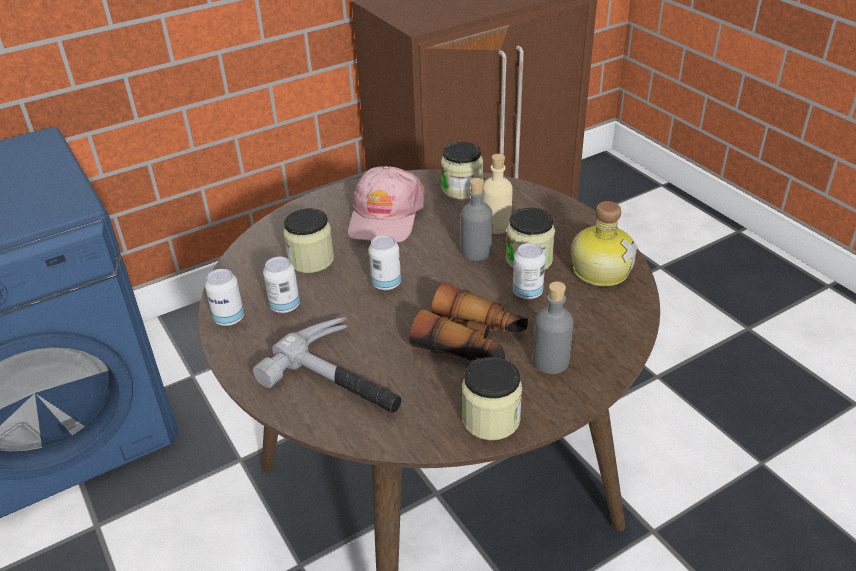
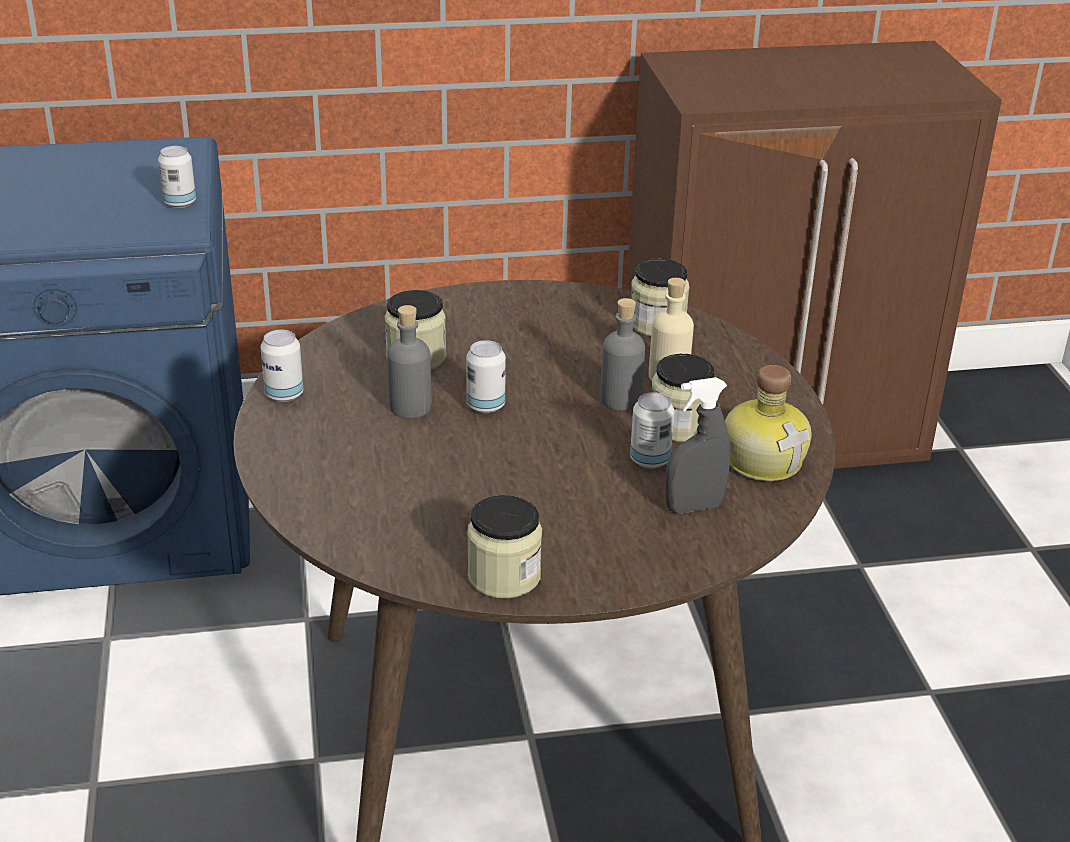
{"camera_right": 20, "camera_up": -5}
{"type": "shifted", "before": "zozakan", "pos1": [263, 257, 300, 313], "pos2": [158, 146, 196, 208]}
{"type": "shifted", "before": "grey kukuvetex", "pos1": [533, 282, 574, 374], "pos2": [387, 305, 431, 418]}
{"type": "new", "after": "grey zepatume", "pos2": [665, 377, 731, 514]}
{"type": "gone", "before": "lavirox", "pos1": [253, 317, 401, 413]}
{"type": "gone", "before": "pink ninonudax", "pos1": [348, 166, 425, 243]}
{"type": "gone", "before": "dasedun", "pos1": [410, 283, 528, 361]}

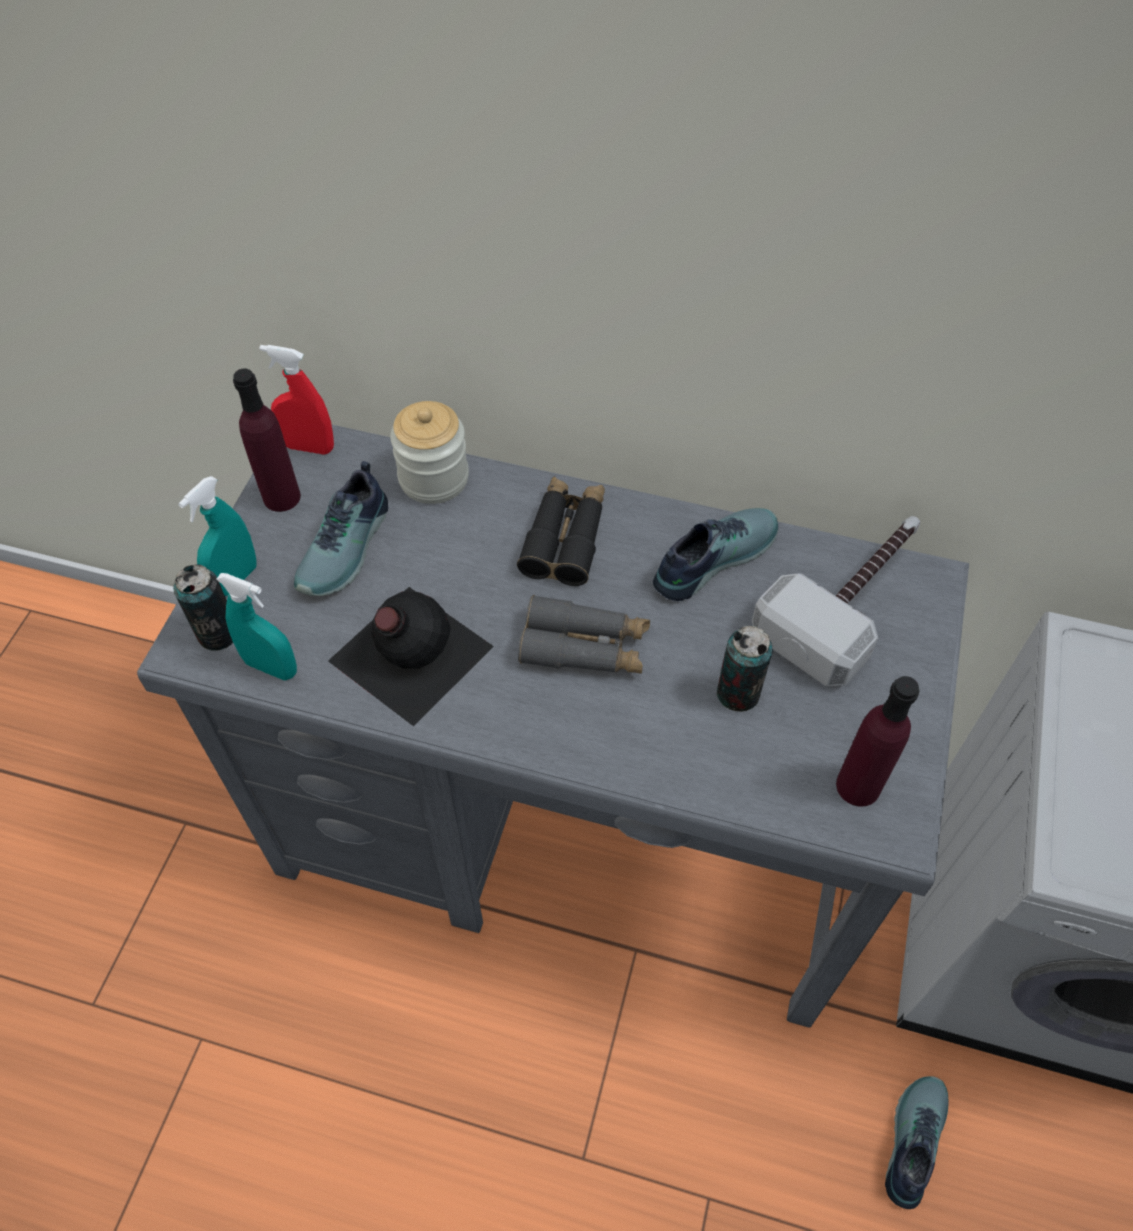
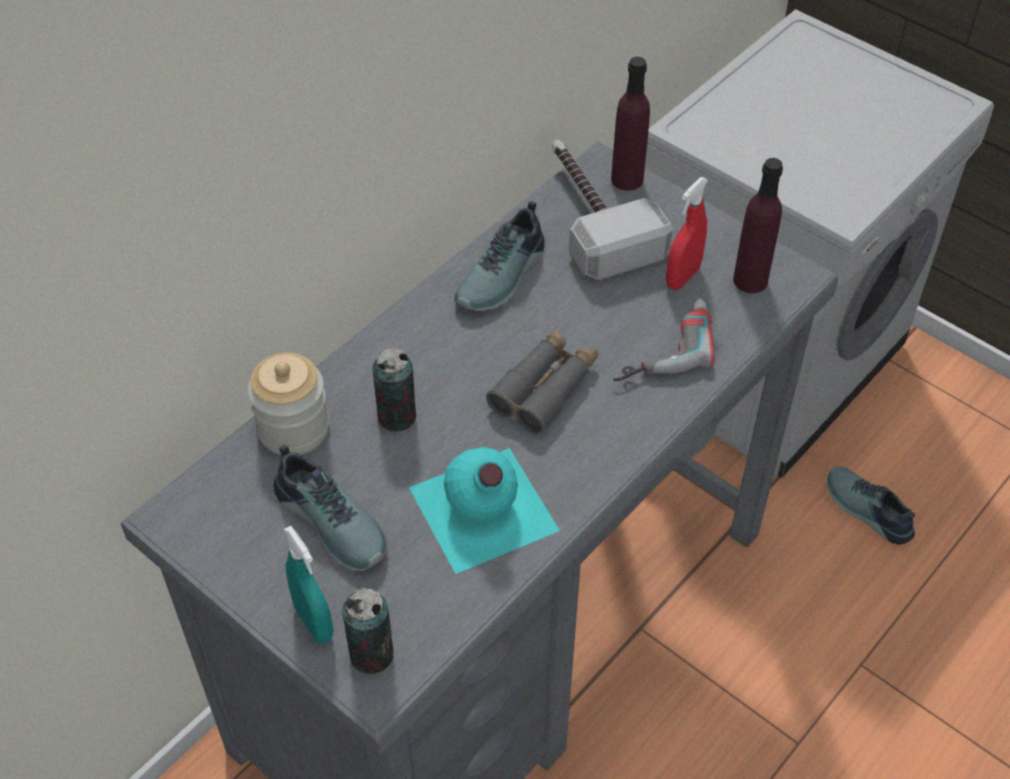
{"camera_right": -65, "camera_up": -5}
{"type": "shifted", "before": "zozakan", "pos1": [717, 626, 772, 712], "pos2": [372, 348, 416, 432]}
{"type": "repainted", "before": "black kukuvetex", "after": "turquoise kukuvetex", "pos1": [328, 587, 494, 726], "pos2": [409, 447, 560, 574]}
{"type": "rotated", "before": "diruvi", "pos1": [653, 508, 778, 601], "pos2": [454, 201, 545, 311], "turn": -135}
{"type": "shifted", "before": "purple kukuvetex", "pos1": [233, 369, 301, 512], "pos2": [611, 57, 650, 191]}
{"type": "new", "after": "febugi", "pos2": [613, 298, 714, 381]}
{"type": "shifted", "before": "red zepatume", "pos1": [260, 345, 334, 455], "pos2": [666, 177, 708, 290]}
{"type": "gone", "before": "turquoise zepatume", "pos1": [216, 573, 297, 680]}
{"type": "gone", "before": "black dasedun", "pos1": [517, 477, 605, 586]}

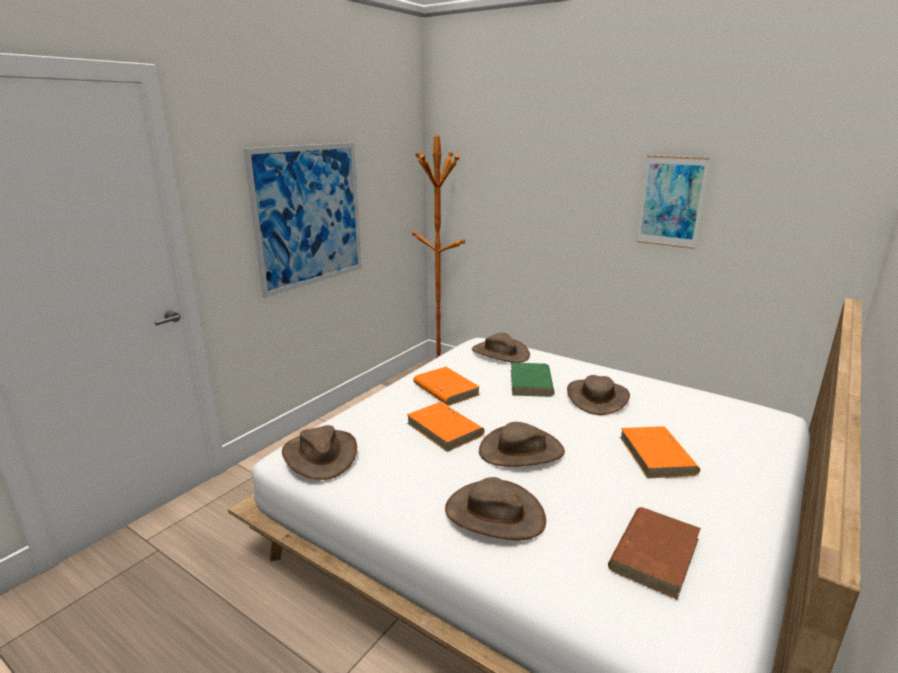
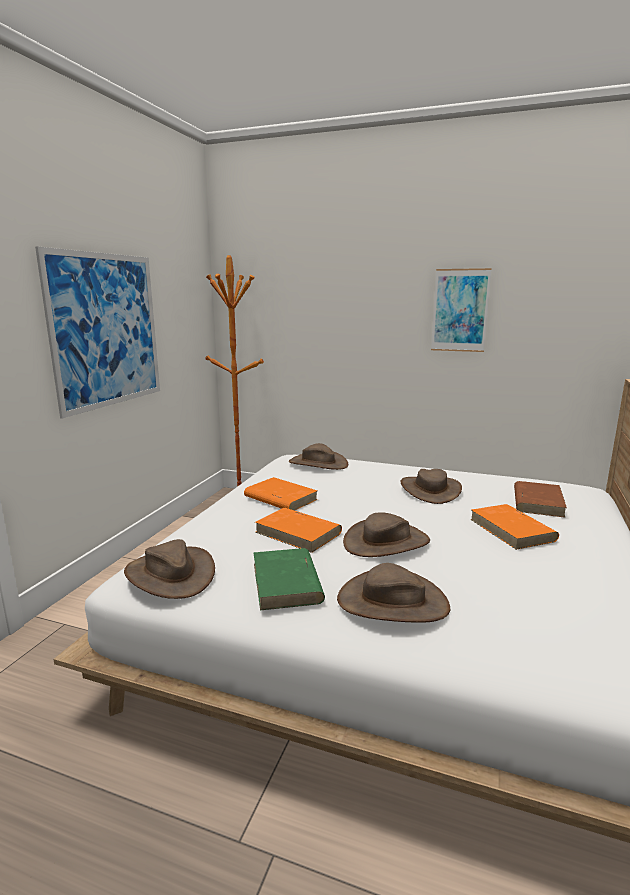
{"camera_right": -15, "camera_up": -5}
{"type": "shifted", "before": "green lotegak", "pos1": [511, 362, 554, 397], "pos2": [253, 548, 325, 611]}
{"type": "shifted", "before": "brown lotegak", "pos1": [608, 507, 701, 599], "pos2": [514, 481, 567, 518]}

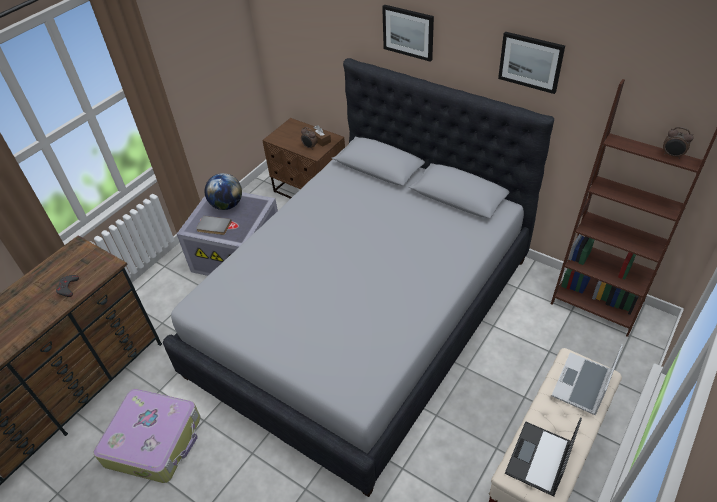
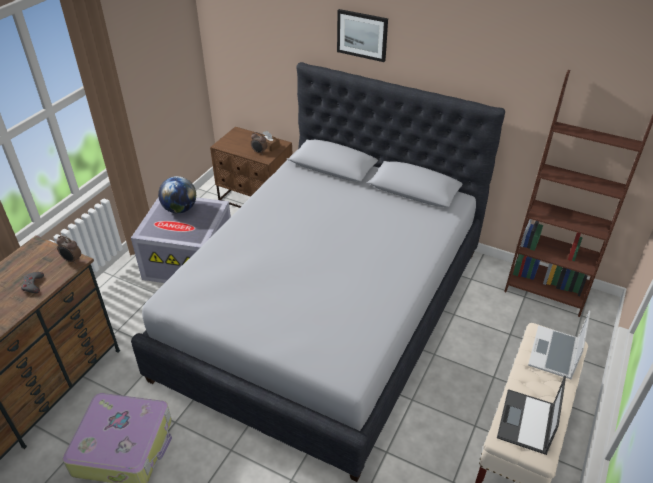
{"camera_right": -10, "camera_up": -5}
{"type": "shifted", "before": "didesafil", "pos1": [663, 127, 693, 159], "pos2": [56, 235, 81, 264]}
{"type": "gone", "before": "grey lotegak", "pos1": [196, 216, 232, 235]}
{"type": "gone", "before": "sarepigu", "pos1": [498, 32, 565, 94]}

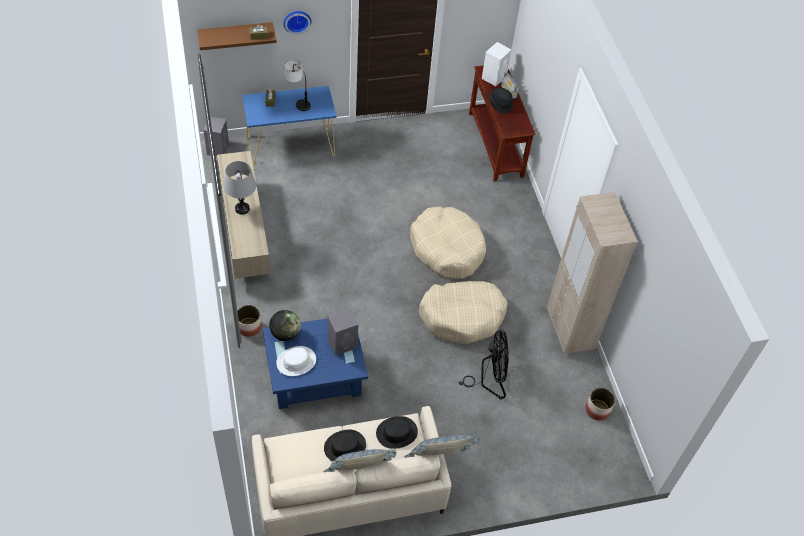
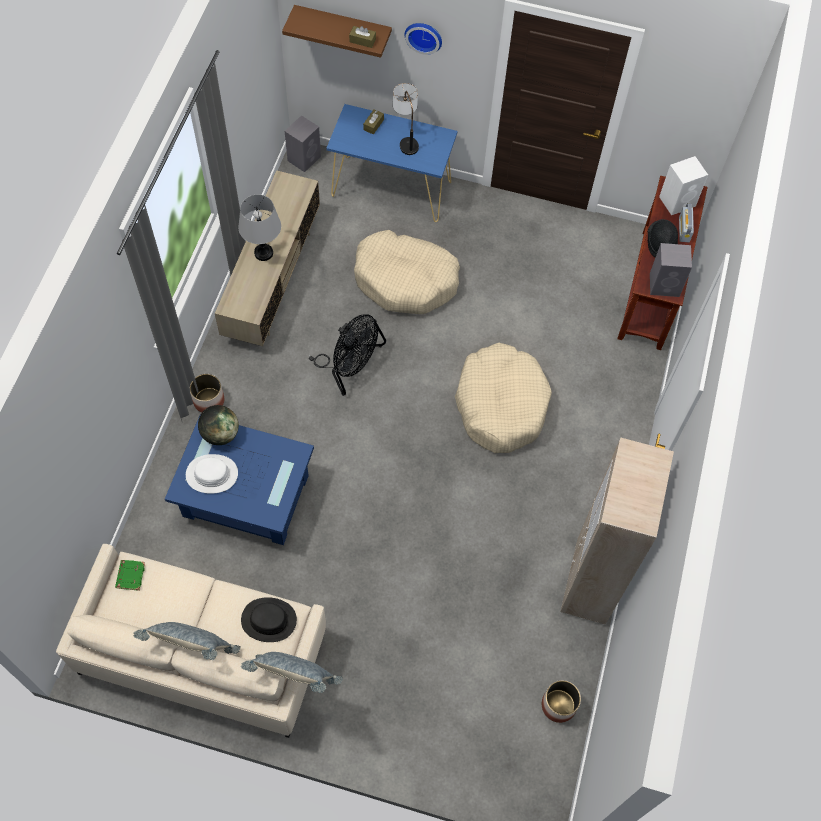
{"camera_right": 30, "camera_up": 10}
{"type": "new", "after": "green lotegak", "pos2": [115, 560, 145, 591]}
{"type": "shifted", "before": "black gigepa", "pos1": [459, 329, 509, 399], "pos2": [309, 315, 386, 396]}
{"type": "shifted", "before": "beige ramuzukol", "pos1": [419, 281, 508, 344], "pos2": [354, 230, 460, 314]}
{"type": "shifted", "before": "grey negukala", "pos1": [328, 308, 358, 355], "pos2": [650, 243, 692, 297]}
{"type": "gone", "before": "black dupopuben", "pos1": [324, 430, 366, 461]}

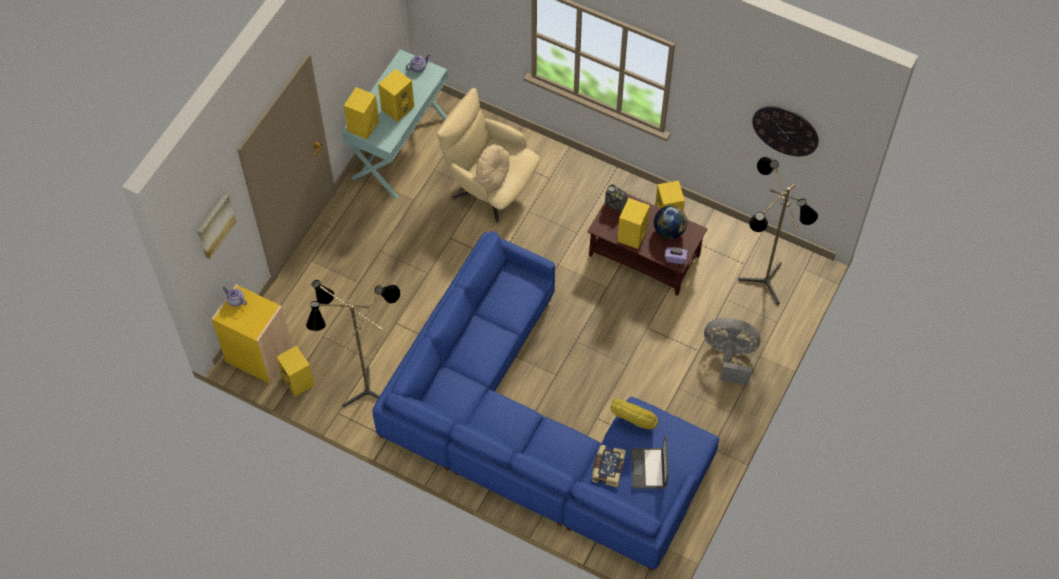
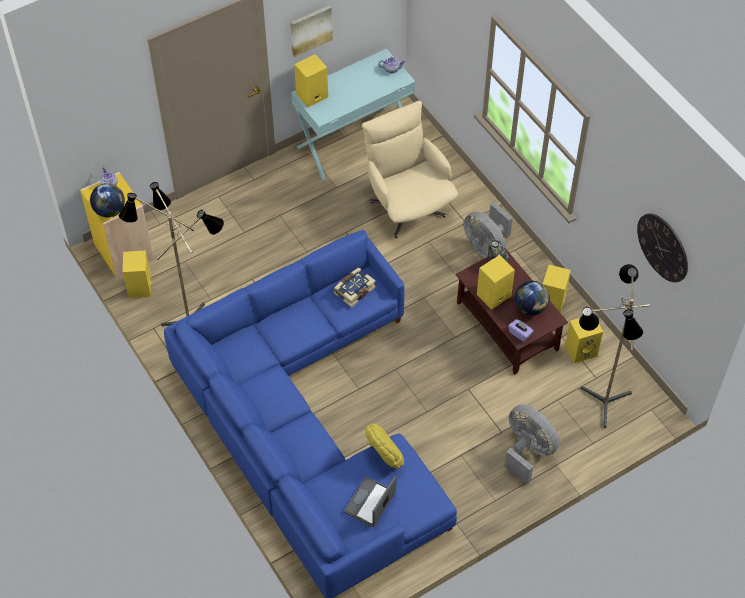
{"camera_right": 30, "camera_up": -5}
{"type": "new", "after": "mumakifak", "pos2": [90, 183, 125, 218]}
{"type": "shifted", "before": "sarepigu", "pos1": [197, 194, 236, 259], "pos2": [290, 5, 333, 57]}
{"type": "shifted", "before": "lotegak", "pos1": [592, 445, 626, 488], "pos2": [334, 267, 376, 308]}
{"type": "new", "after": "grey gigepa", "pos2": [464, 202, 513, 258]}
{"type": "shifted", "before": "yellow negukala", "pos1": [378, 69, 414, 122], "pos2": [565, 318, 603, 364]}
{"type": "gone", "before": "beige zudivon", "pos1": [476, 144, 510, 192]}

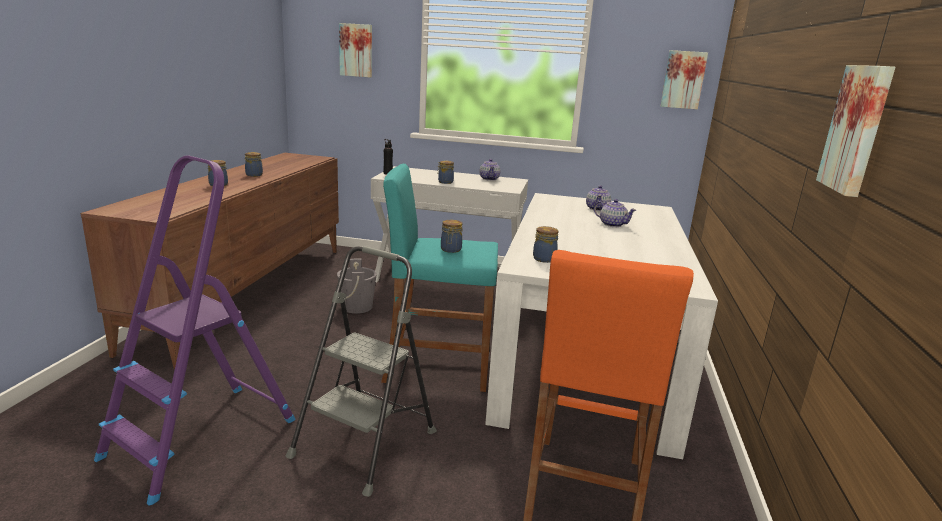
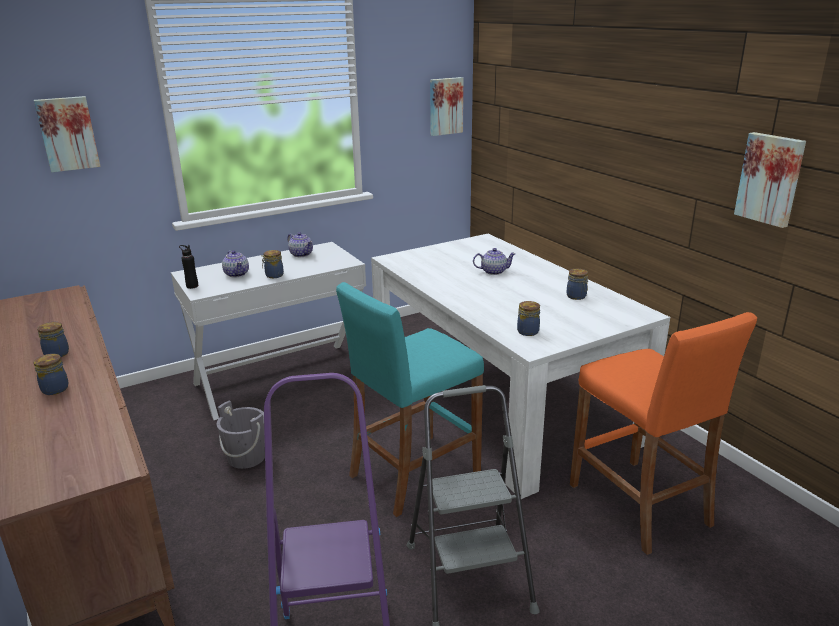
{"camera_right": -40, "camera_up": 5}
{"type": "shifted", "before": "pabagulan", "pos1": [586, 185, 611, 211], "pos2": [222, 250, 249, 278]}
{"type": "shifted", "before": "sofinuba", "pos1": [441, 220, 462, 253], "pos2": [567, 269, 588, 300]}

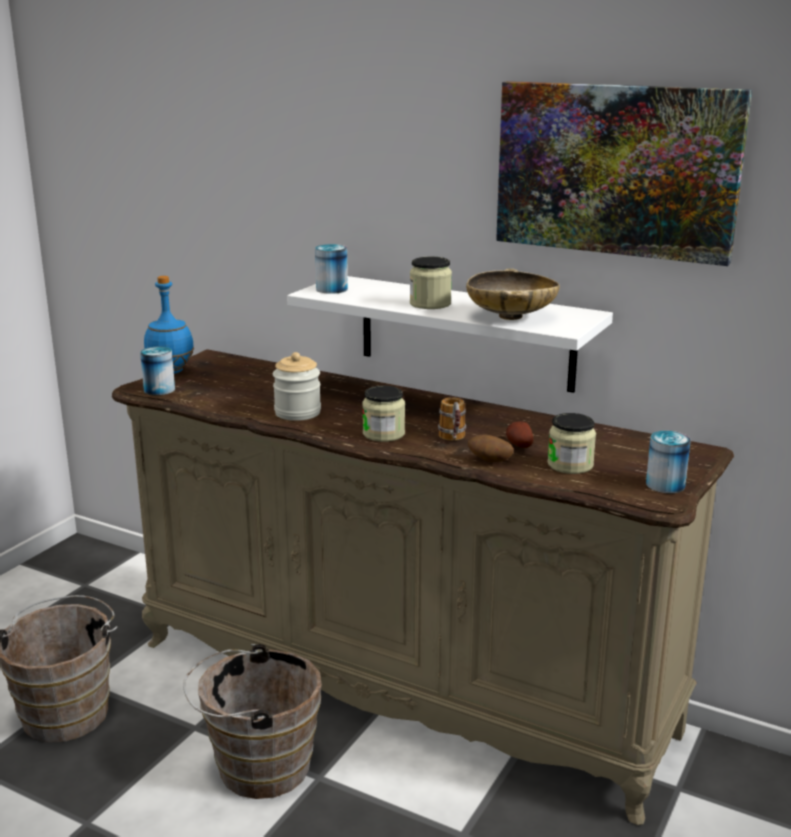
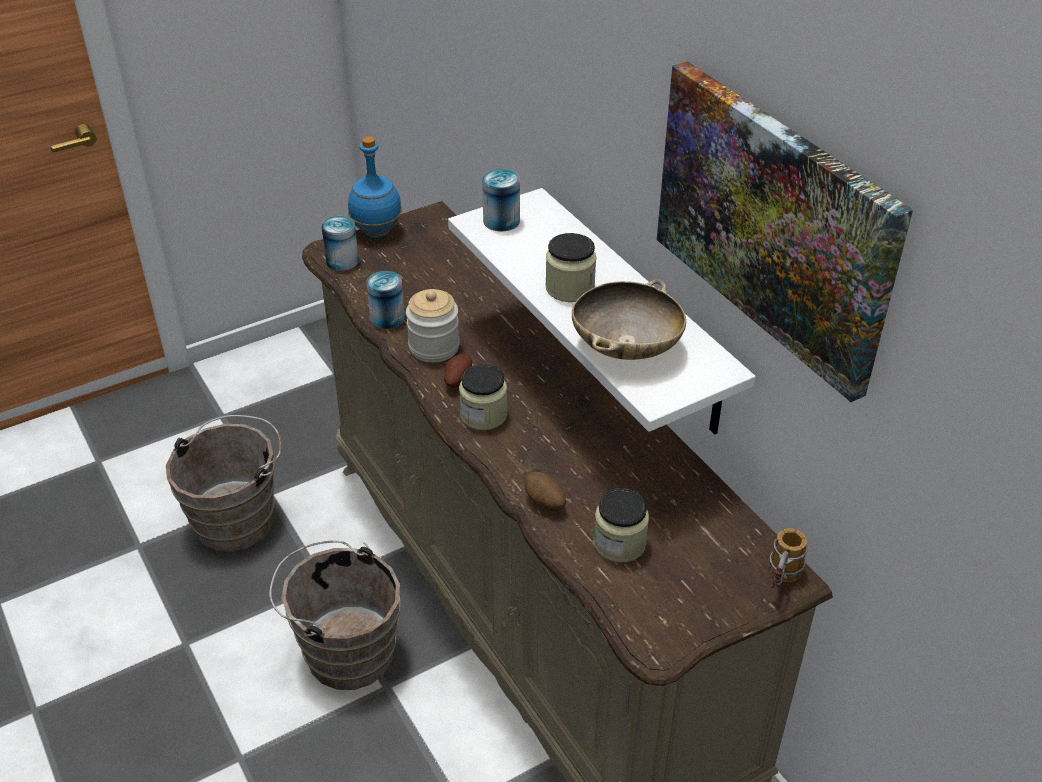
{"camera_right": 30, "camera_up": 20}
{"type": "shifted", "before": "zozakan", "pos1": [646, 431, 691, 493], "pos2": [366, 271, 405, 329]}
{"type": "shifted", "before": "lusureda", "pos1": [506, 421, 533, 448], "pos2": [444, 354, 472, 387]}
{"type": "shifted", "before": "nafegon", "pos1": [438, 397, 466, 441], "pos2": [769, 528, 808, 588]}

